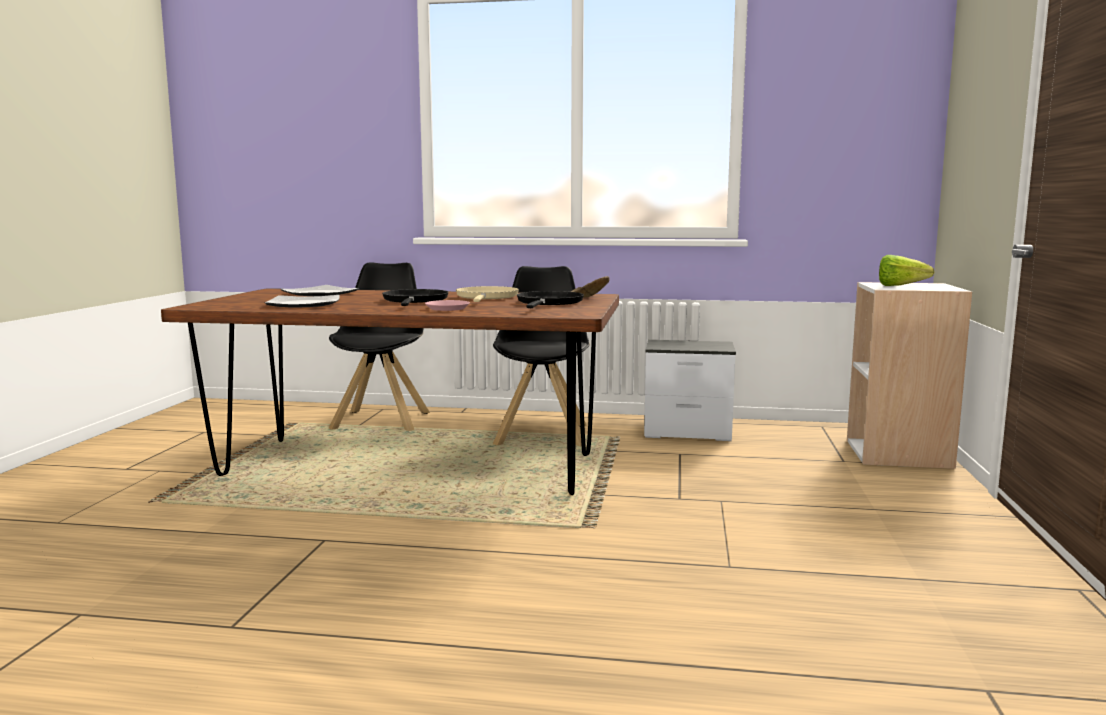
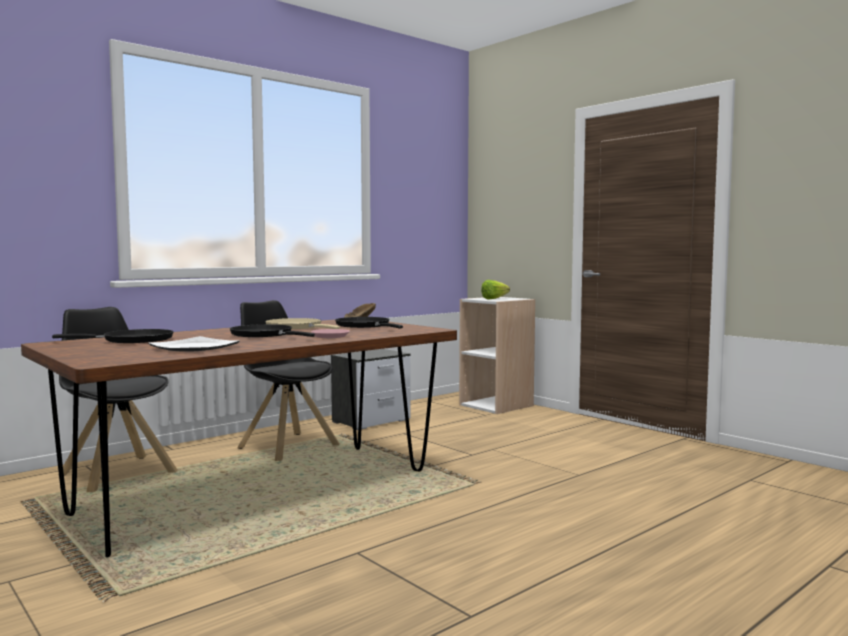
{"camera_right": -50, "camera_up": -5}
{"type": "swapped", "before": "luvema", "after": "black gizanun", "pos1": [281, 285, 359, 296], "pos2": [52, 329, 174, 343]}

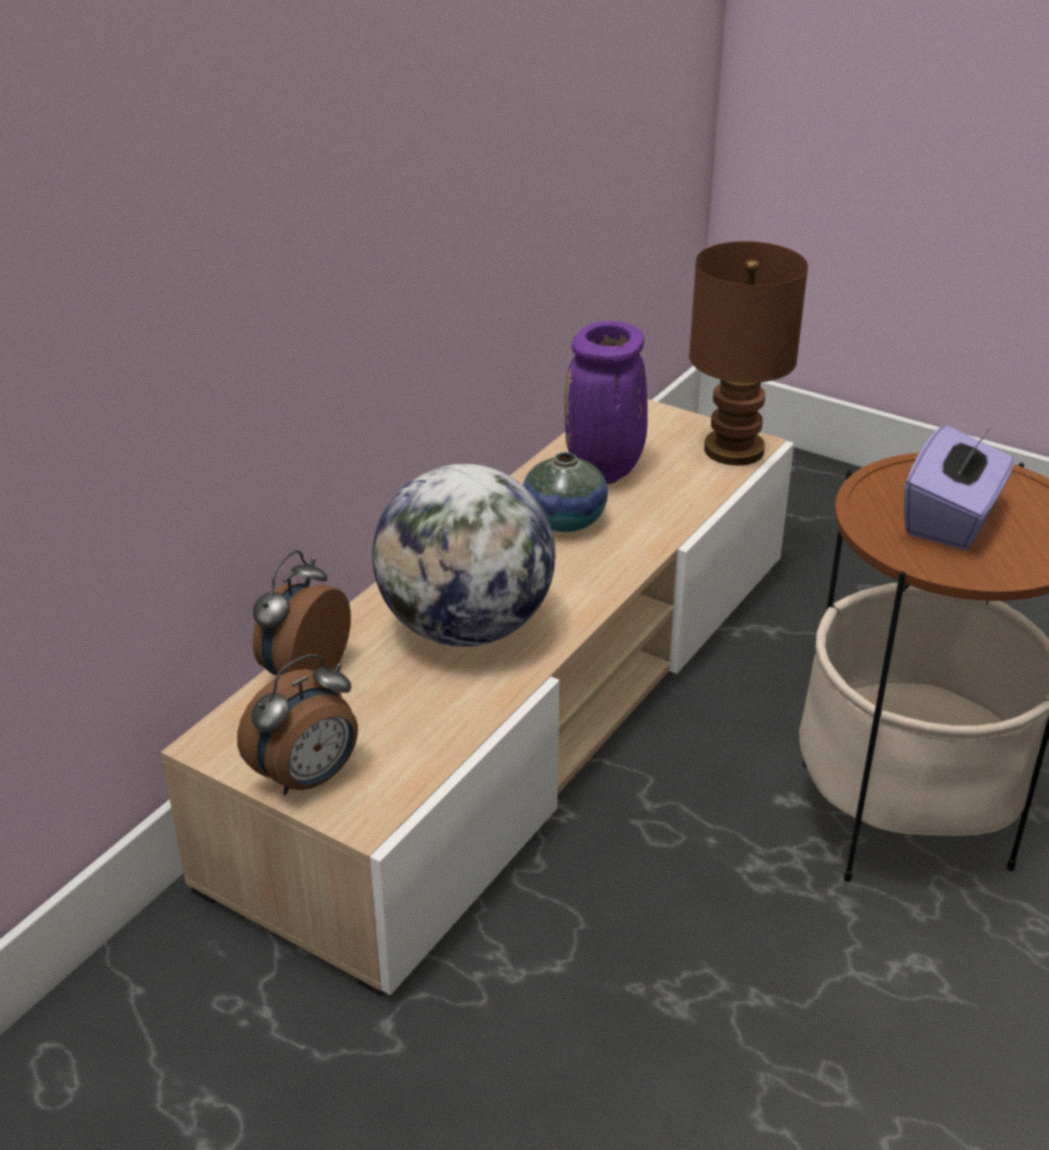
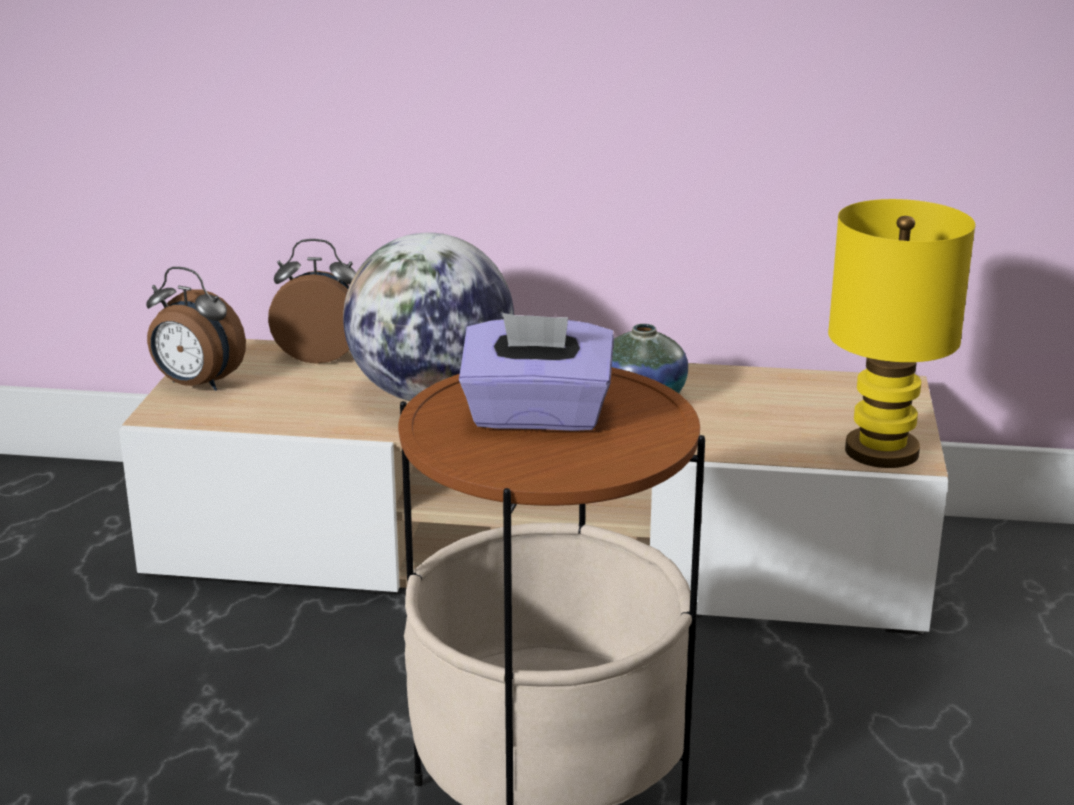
{"camera_right": 65, "camera_up": -10}
{"type": "repainted", "before": "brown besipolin", "after": "yellow besipolin", "pos1": [689, 241, 808, 465], "pos2": [828, 199, 975, 468]}
{"type": "gone", "before": "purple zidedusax", "pos1": [565, 321, 648, 484]}

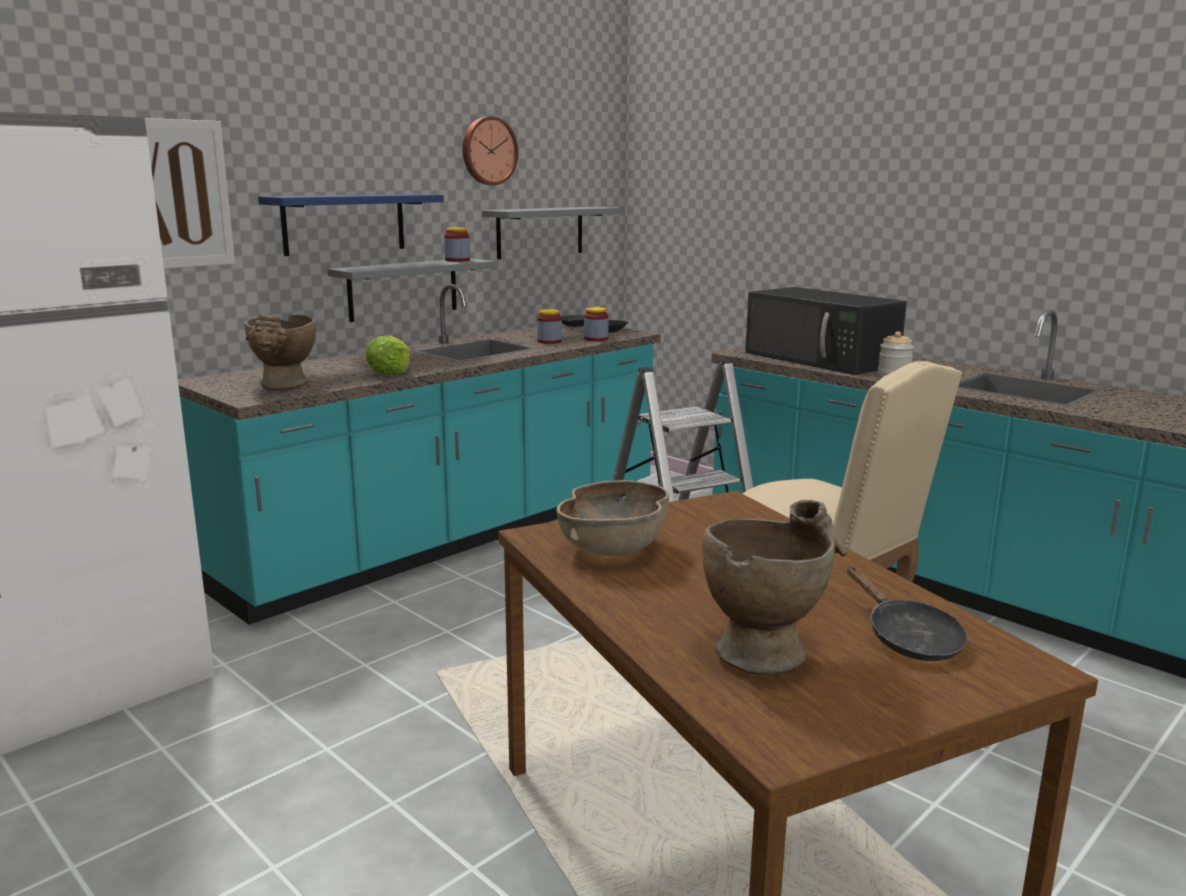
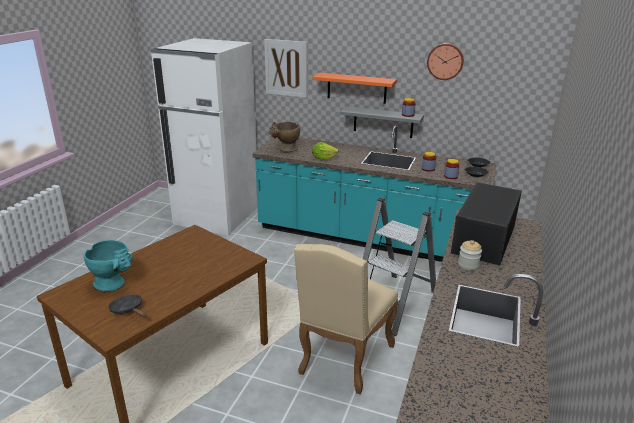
{"camera_right": 65, "camera_up": 10}
{"type": "repainted", "before": "beige zidedusax", "after": "turquoise zidedusax", "pos1": [703, 500, 848, 675], "pos2": [84, 240, 133, 292]}
{"type": "rotated", "before": "black gizanun", "pos1": [847, 566, 968, 661], "pos2": [108, 294, 147, 317], "turn": 90}
{"type": "repainted", "before": "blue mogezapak", "after": "orange mogezapak", "pos1": [258, 194, 444, 256], "pos2": [312, 73, 397, 104]}
{"type": "gone", "before": "grey mogezapak", "pos1": [482, 207, 620, 259]}
{"type": "gone", "before": "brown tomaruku", "pos1": [556, 480, 669, 556]}

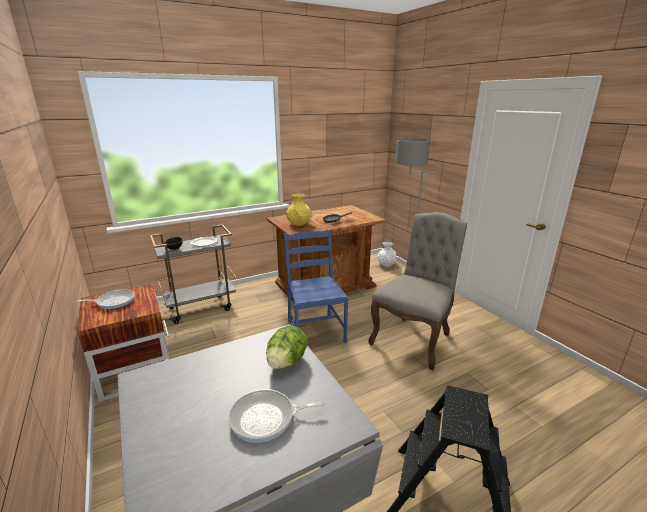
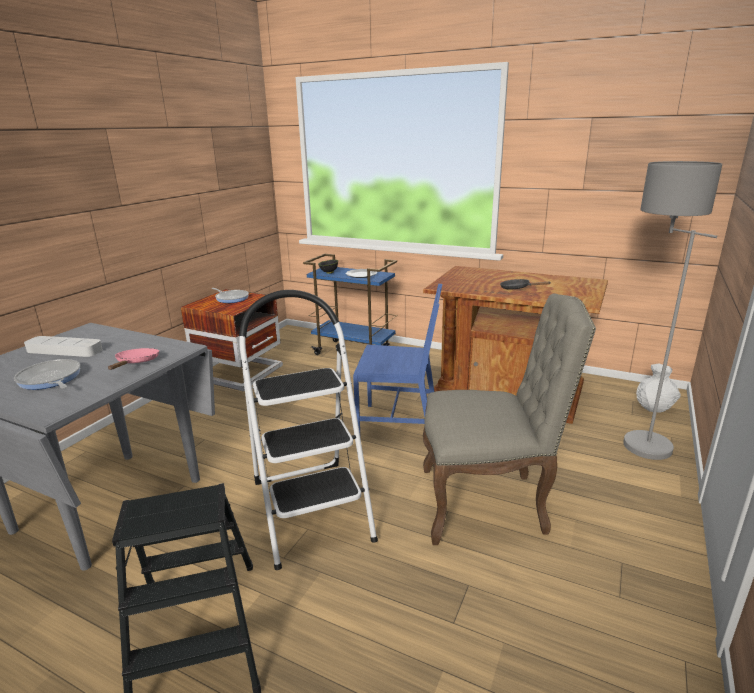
{"camera_right": 55, "camera_up": 0}
{"type": "new", "after": "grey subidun", "pos2": [24, 336, 103, 357]}
{"type": "swapped", "before": "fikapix", "after": "pink gizanun", "pos1": [266, 326, 308, 369], "pos2": [108, 348, 159, 370]}
{"type": "new", "after": "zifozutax", "pos2": [239, 290, 378, 570]}
{"type": "repainted", "before": "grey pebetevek", "after": "blue pebetevek", "pos1": [150, 224, 236, 324], "pos2": [303, 254, 397, 355]}
{"type": "rotated", "before": "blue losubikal", "pos1": [284, 229, 348, 343], "pos2": [353, 284, 442, 432], "turn": 60}
{"type": "gone", "before": "yellow zidedusax", "pos1": [286, 193, 312, 226]}

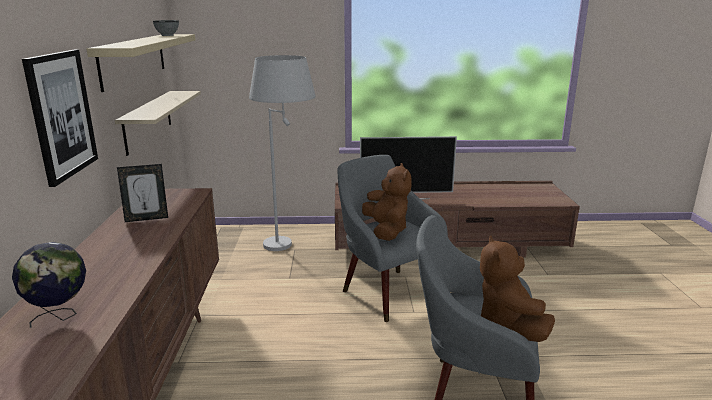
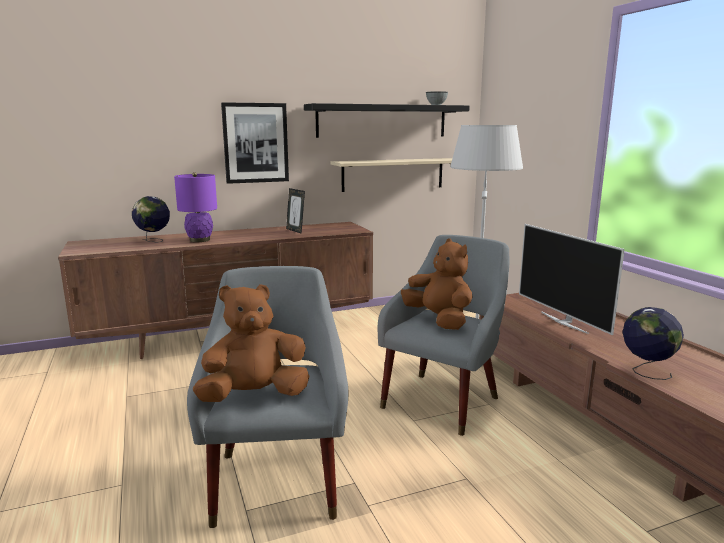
{"camera_right": 70, "camera_up": -5}
{"type": "new", "after": "purple besipolin", "pos2": [174, 172, 217, 242]}
{"type": "repainted", "before": "beige mogezapak", "after": "black mogezapak", "pos1": [87, 34, 195, 92], "pos2": [304, 103, 470, 138]}
{"type": "rotated", "before": "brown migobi", "pos1": [362, 163, 412, 241], "pos2": [401, 238, 473, 330], "turn": -90}
{"type": "new", "after": "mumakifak", "pos2": [622, 307, 684, 380]}

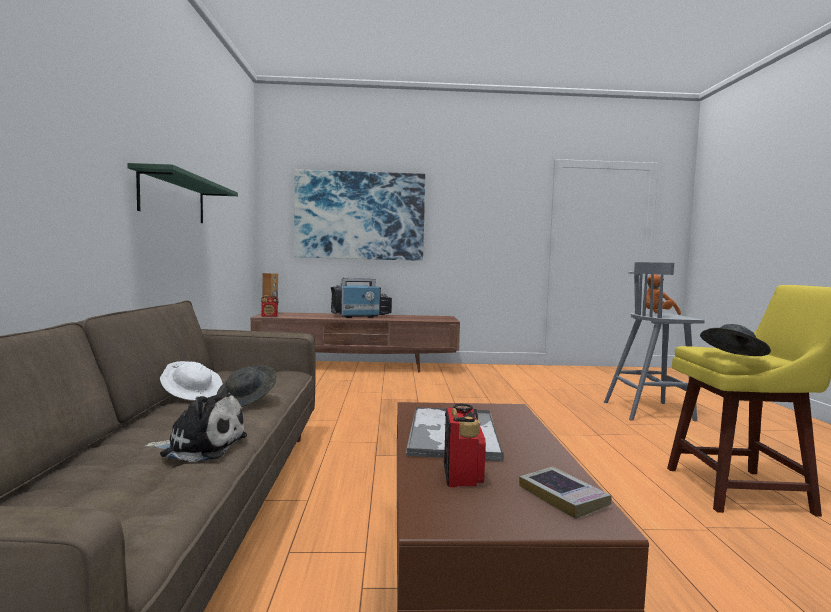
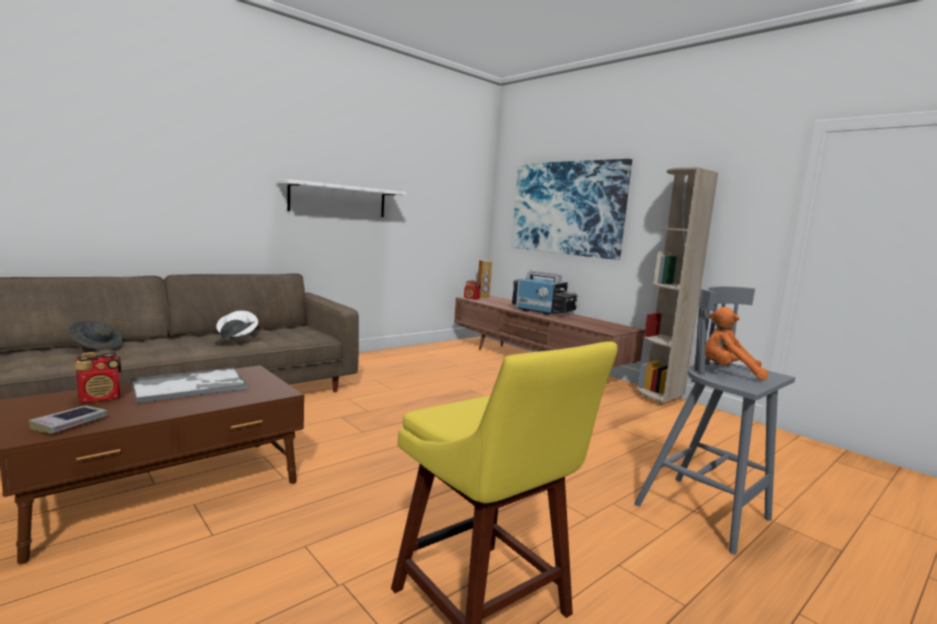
{"camera_right": 50, "camera_up": 5}
{"type": "shifted", "before": "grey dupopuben", "pos1": [700, 324, 771, 356], "pos2": [69, 321, 122, 349]}
{"type": "repainted", "before": "green mogezapak", "after": "white mogezapak", "pos1": [127, 163, 238, 223], "pos2": [277, 179, 406, 217]}
{"type": "new", "after": "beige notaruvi", "pos2": [637, 167, 718, 405]}
{"type": "gone", "before": "migobi", "pos1": [144, 388, 247, 462]}

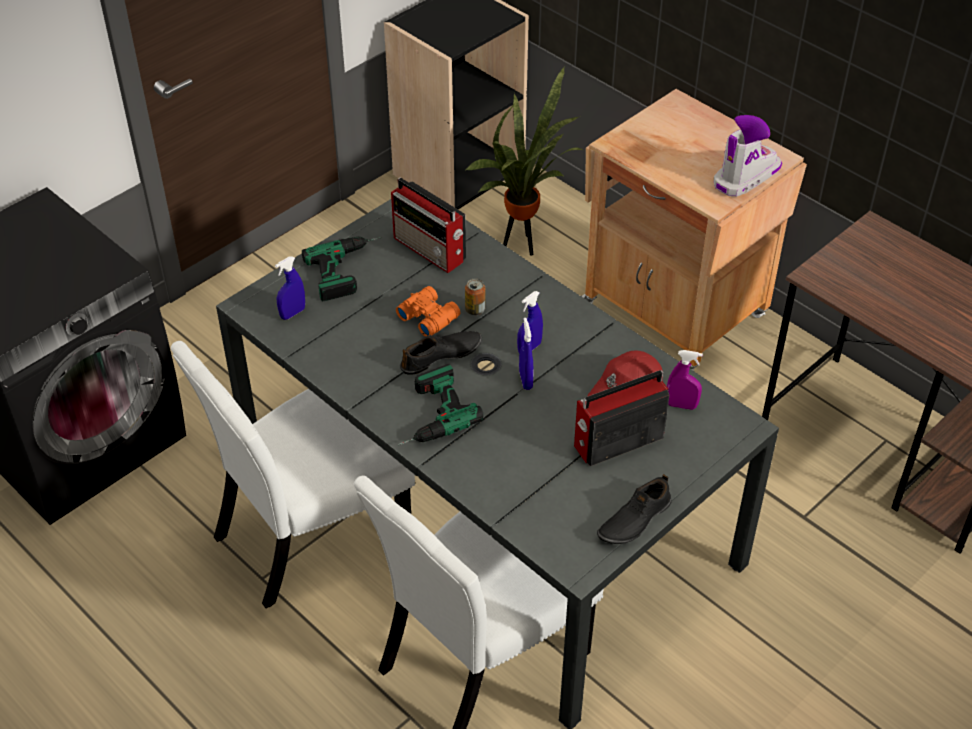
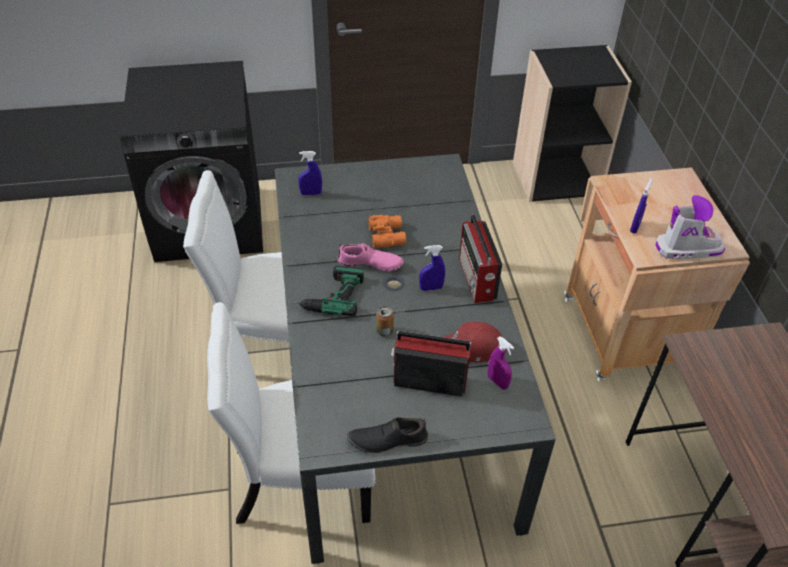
{"camera_right": 35, "camera_up": 0}
{"type": "repainted", "before": "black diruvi", "after": "pink diruvi", "pos1": [400, 331, 482, 375], "pos2": [337, 243, 404, 271]}
{"type": "shifted", "before": "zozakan", "pos1": [465, 279, 485, 315], "pos2": [376, 306, 394, 336]}
{"type": "shifted", "before": "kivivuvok", "pos1": [391, 178, 466, 273], "pos2": [459, 214, 502, 303]}
{"type": "shifted", "before": "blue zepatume", "pos1": [519, 318, 534, 390], "pos2": [630, 178, 652, 234]}
{"type": "gone", "before": "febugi", "pos1": [302, 237, 382, 301]}
{"type": "gone", "before": "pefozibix", "pos1": [464, 67, 583, 256]}

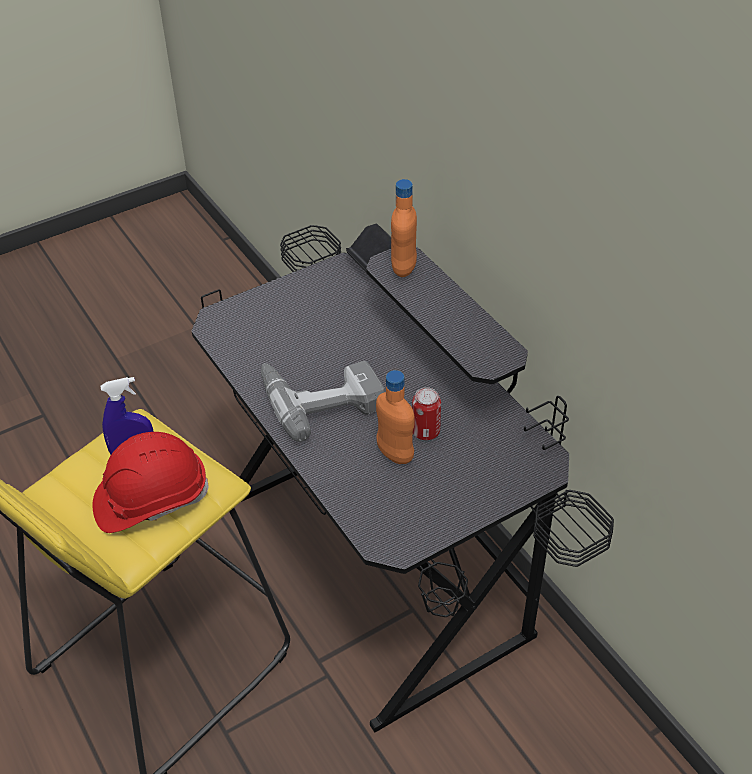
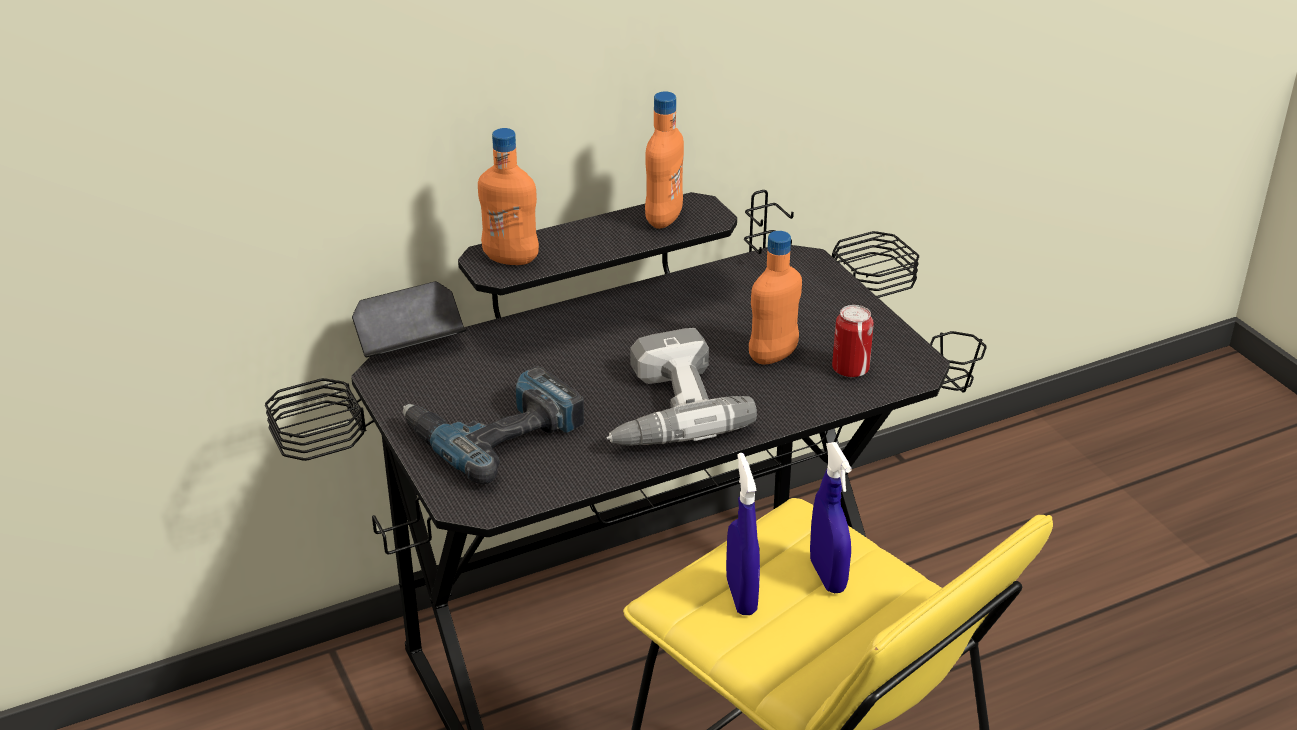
{"camera_right": -85, "camera_up": -10}
{"type": "new", "after": "febugi", "pos2": [403, 366, 584, 484]}
{"type": "new", "after": "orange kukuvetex", "pos2": [645, 91, 684, 229]}
{"type": "swapped", "before": "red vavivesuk", "after": "blue zepatume", "pos1": [92, 432, 209, 533], "pos2": [810, 442, 852, 593]}
{"type": "shifted", "before": "zozakan", "pos1": [412, 387, 441, 440], "pos2": [832, 305, 874, 377]}

